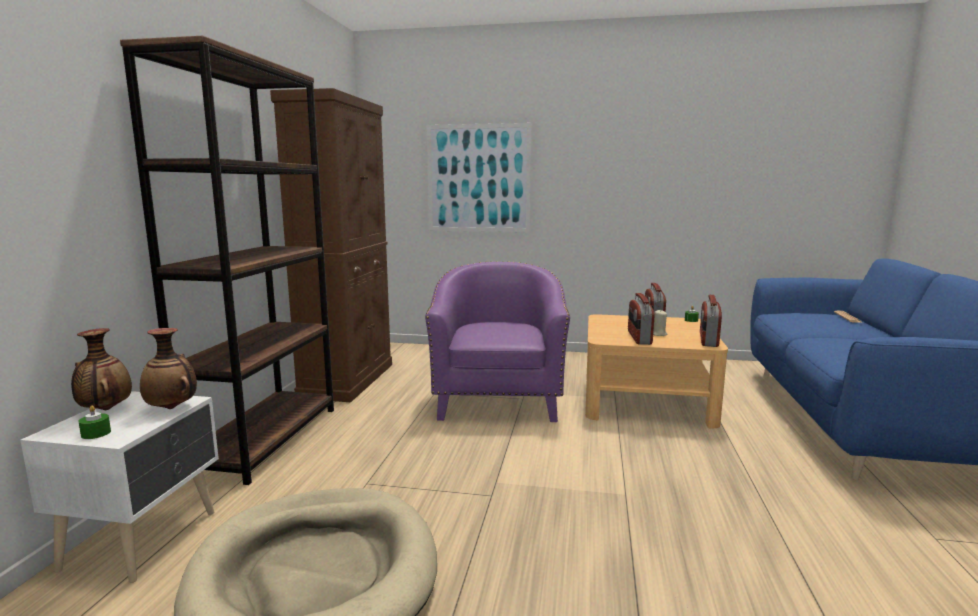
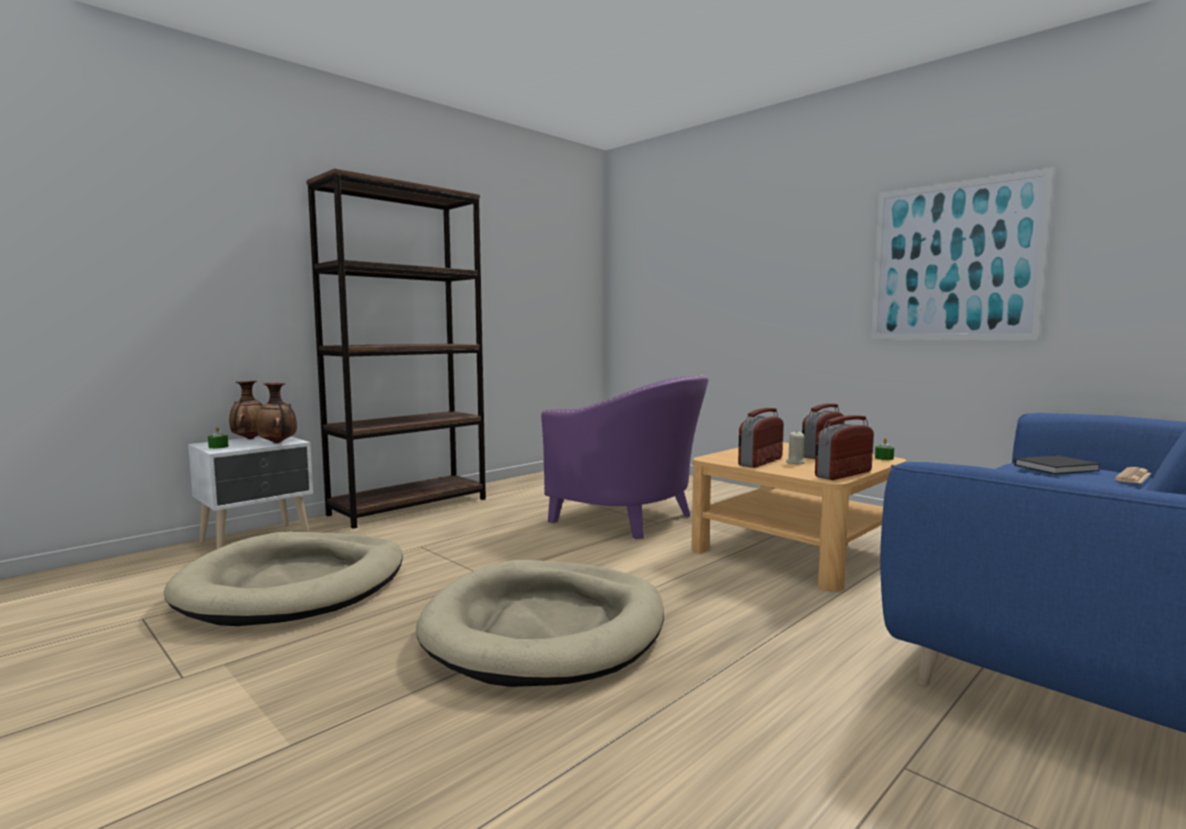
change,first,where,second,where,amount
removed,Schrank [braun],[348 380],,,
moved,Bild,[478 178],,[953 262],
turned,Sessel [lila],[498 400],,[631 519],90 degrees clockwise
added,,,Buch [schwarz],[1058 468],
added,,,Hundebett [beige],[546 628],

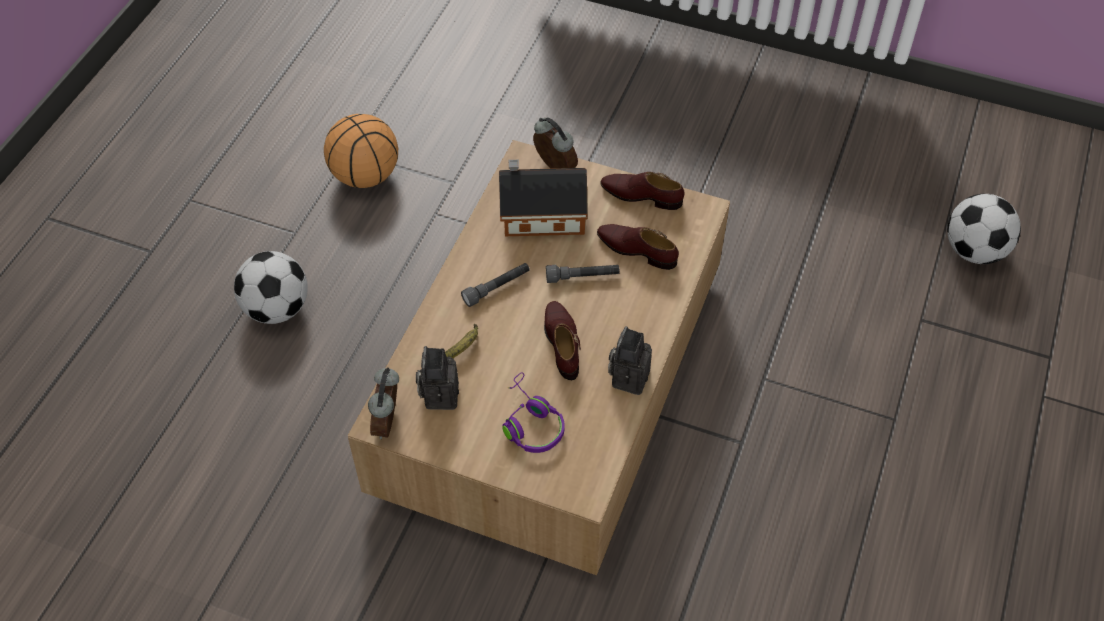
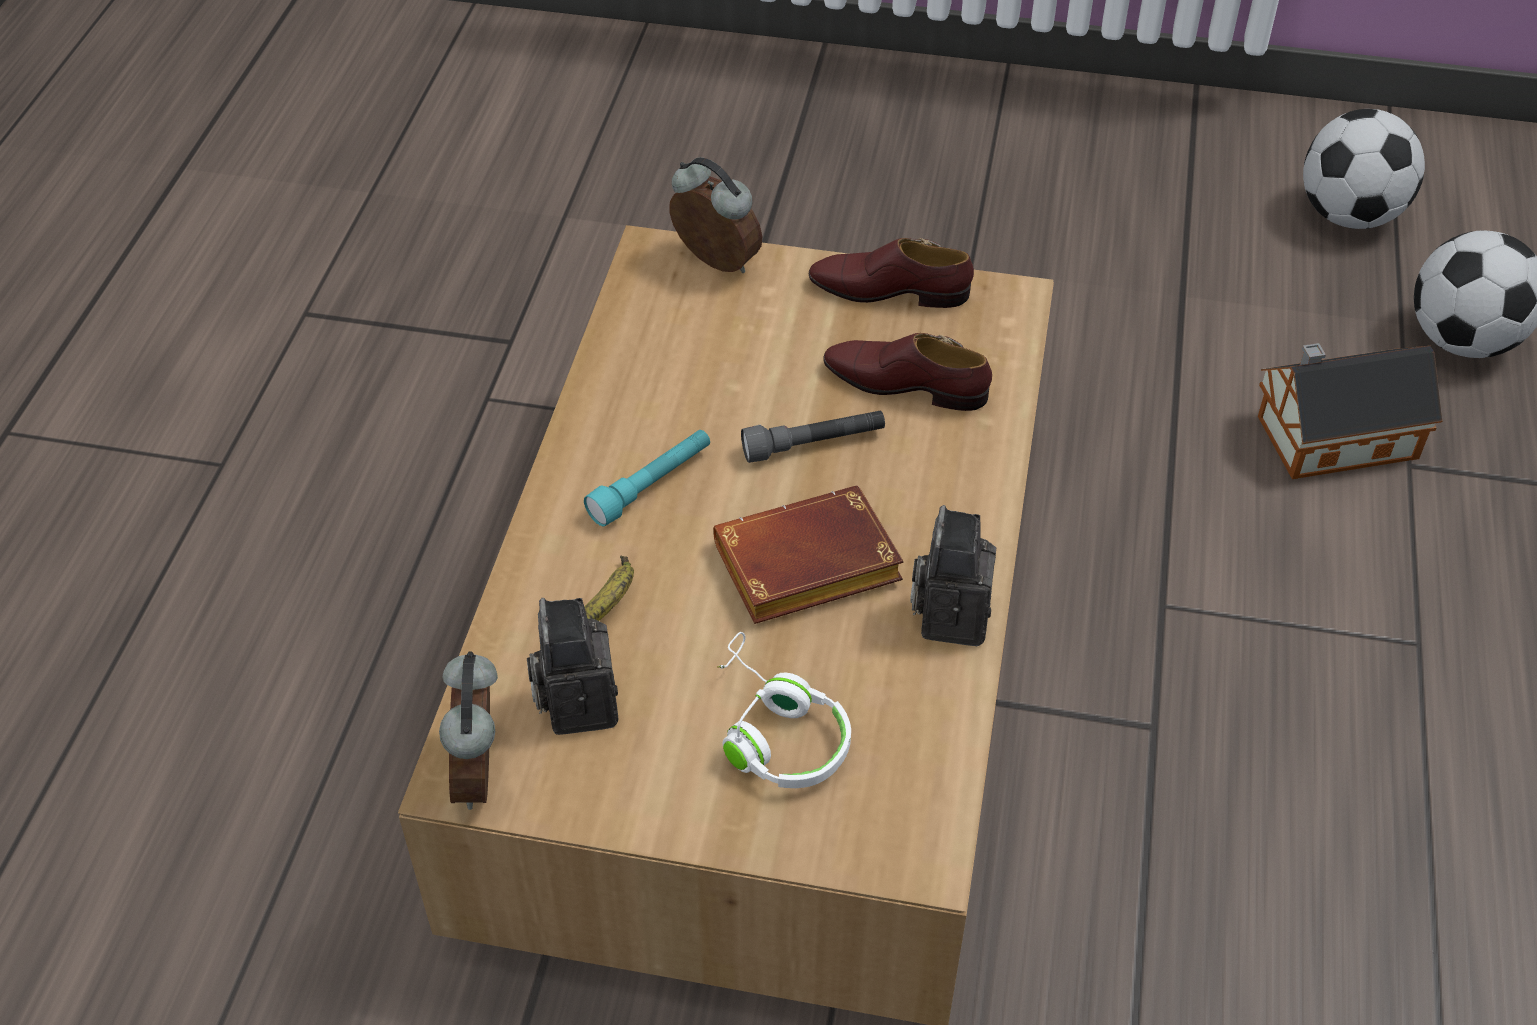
change,first,where,second,where,amount
removed,Basketball,[365 175],,,
moved,Spielzeughaus,[539 214],,[1330 437],
moved,Fußball,[277 310],,[1349 216],
recoloured,Taschenlampe [grau],[497 288],Taschenlampe [türkis],[651 486],
replaced,Schuh [braun],[562 343],Buch [braun],[804 570],
recoloured,Kopfhörer [lila],[530 423],Kopfhörer [weiß],[775 731],

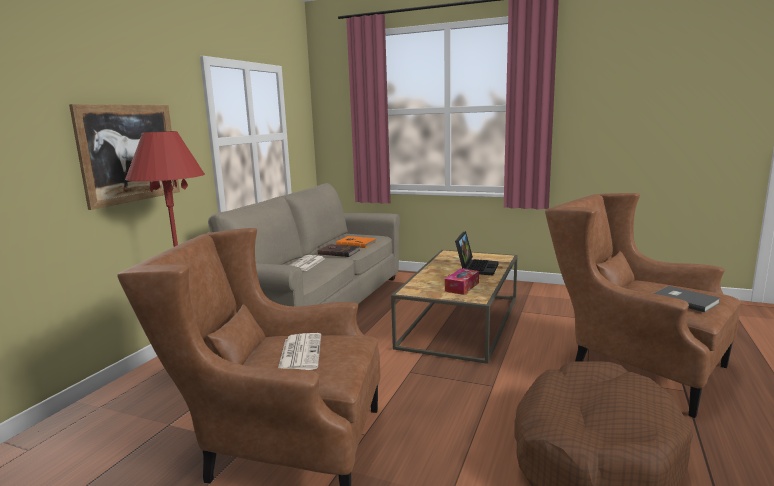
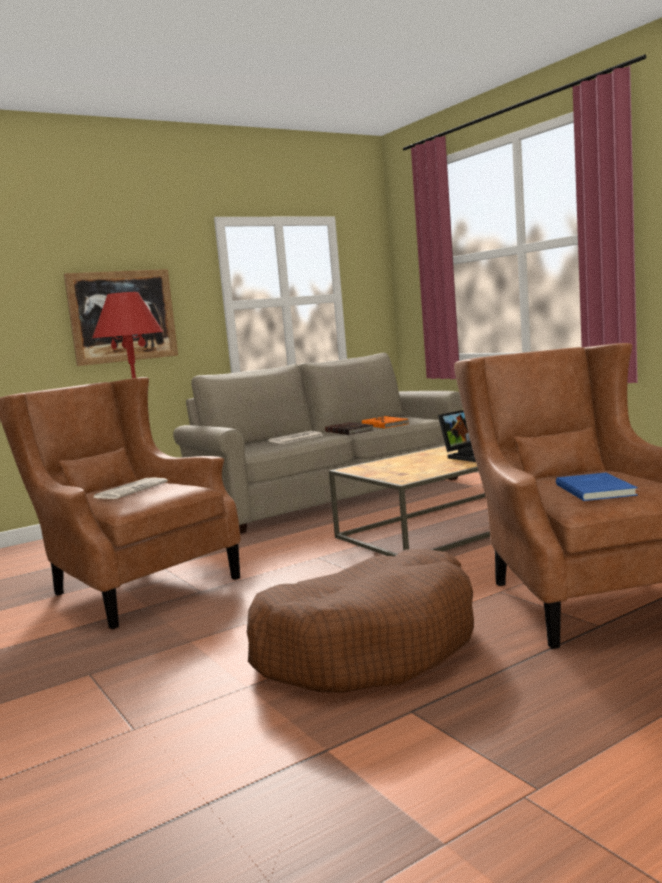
change,first,where,second,where,amount
removed,Taschentuchbox,[462 287],,,
recoloured,Buch [grau],[684 300],Buch [blau],[596 489],

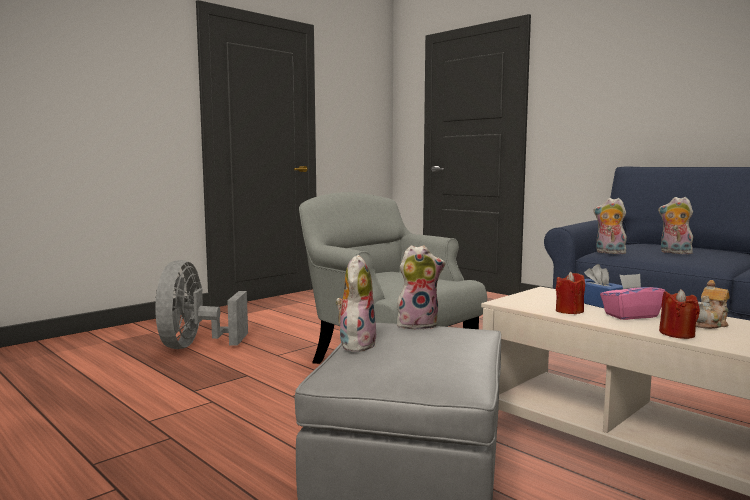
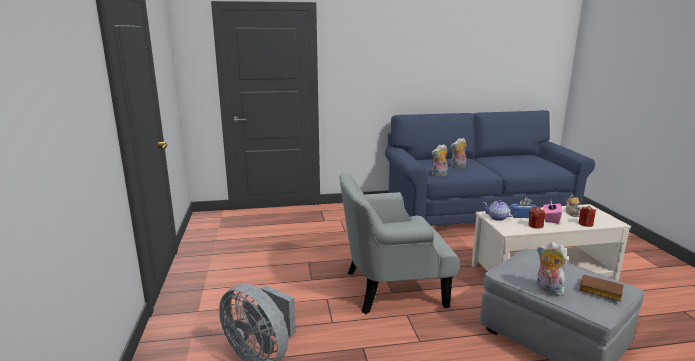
change,first,where,second,where,amount
removed,Plüschtier,[418 324],,,
added,,,Teekanne,[498 218],
added,,,Buch [braun],[598 291],

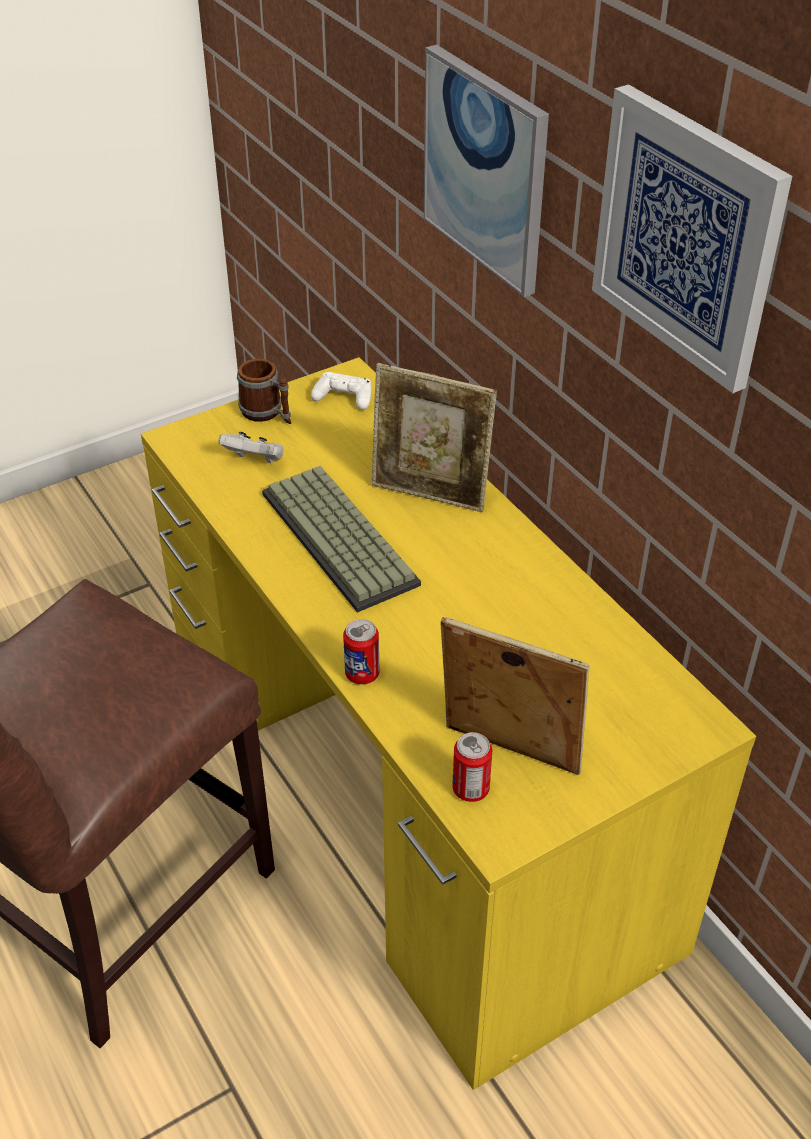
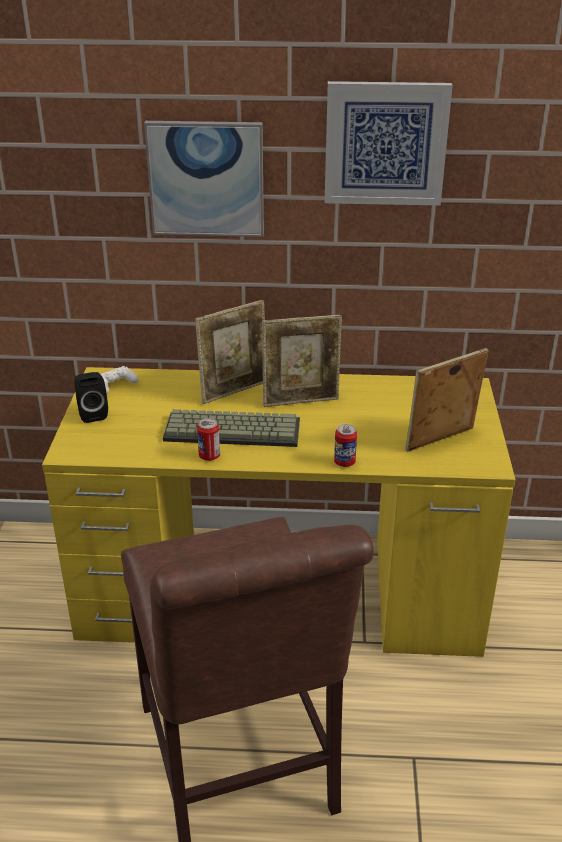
change,first,where,second,where,amount
replaced,Henkelbecher,[267 413],Lautsprecher [schwarz],[92 413],
removed,Gamepad [weiß],[255 461],,,
moved,Dose,[470 789],,[209 456],
added,,,Bilderrahmen,[301 401],

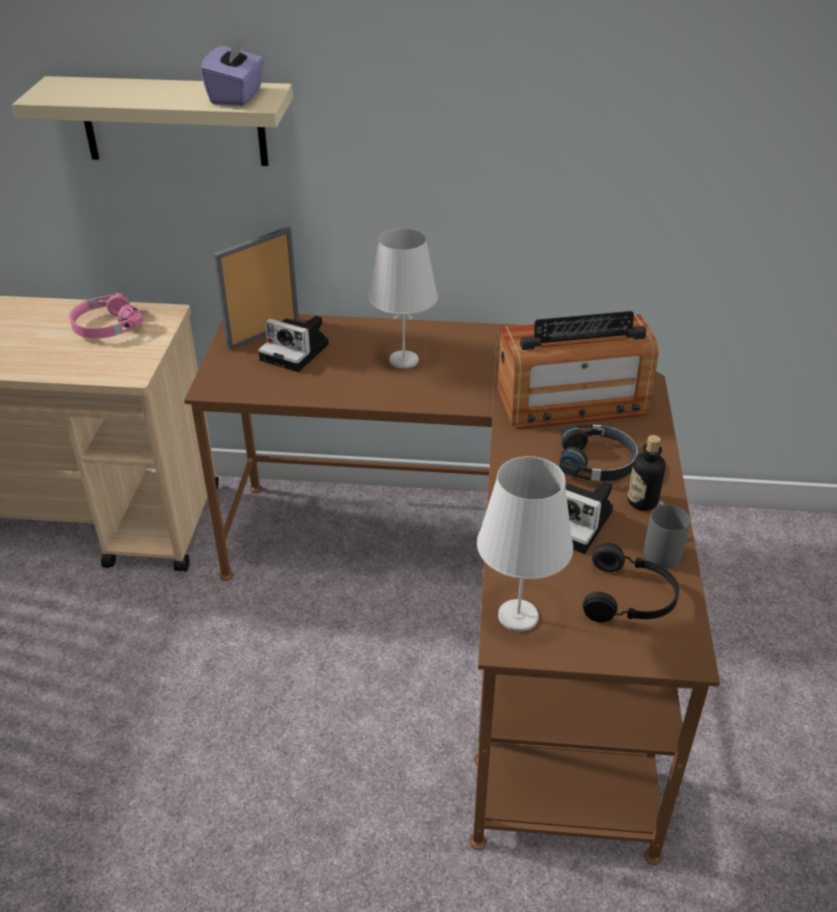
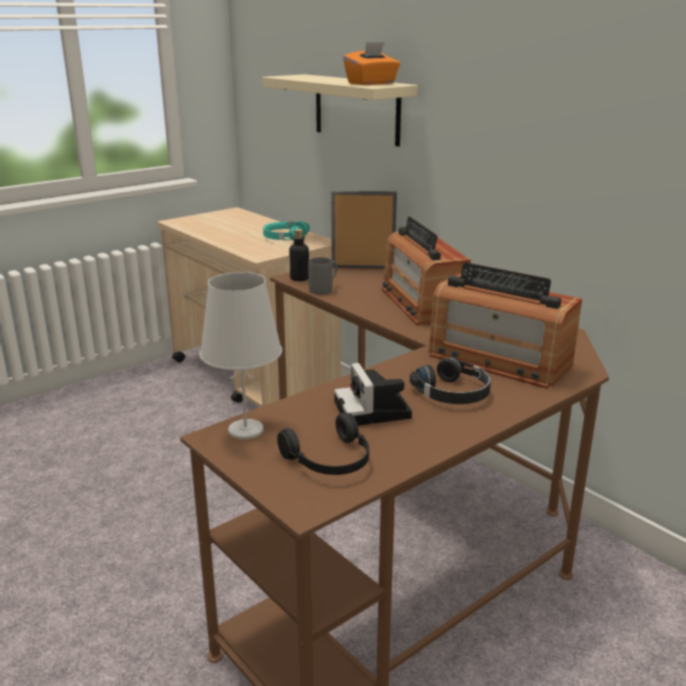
change,first,where,second,where,amount
recoloured,Taschentuchbox [lila],[237 96],Taschentuchbox [orange],[371 83],
replaced,Tischlampe [weiß],[404 360],Radio,[421 303],
recoloured,Kopfhörer [rosa],[105 326],Kopfhörer [türkis],[285 238],
removed,Kamera,[297 352],,,
moved,Flasche,[642 501],,[299 278],
moved,Henkelbecher [grau],[660 548],,[324 289],

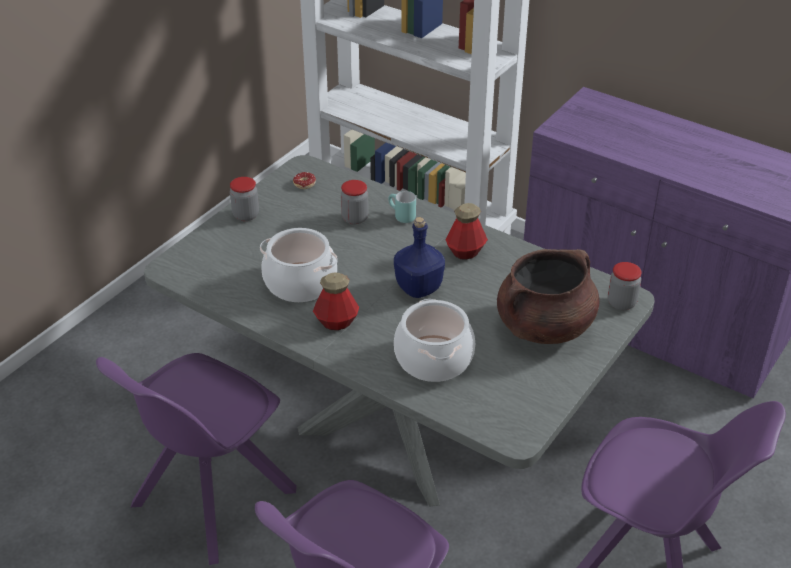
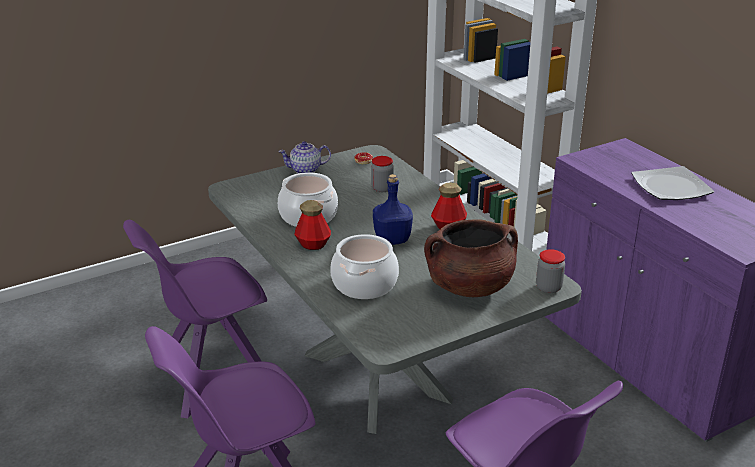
change,first,where,second,where,amount
replaced,Vorratsglas,[246 215],Teekanne,[306 170],
removed,Henkelbecher [türkis],[400 217],,,
added,,,Teller,[671 186],

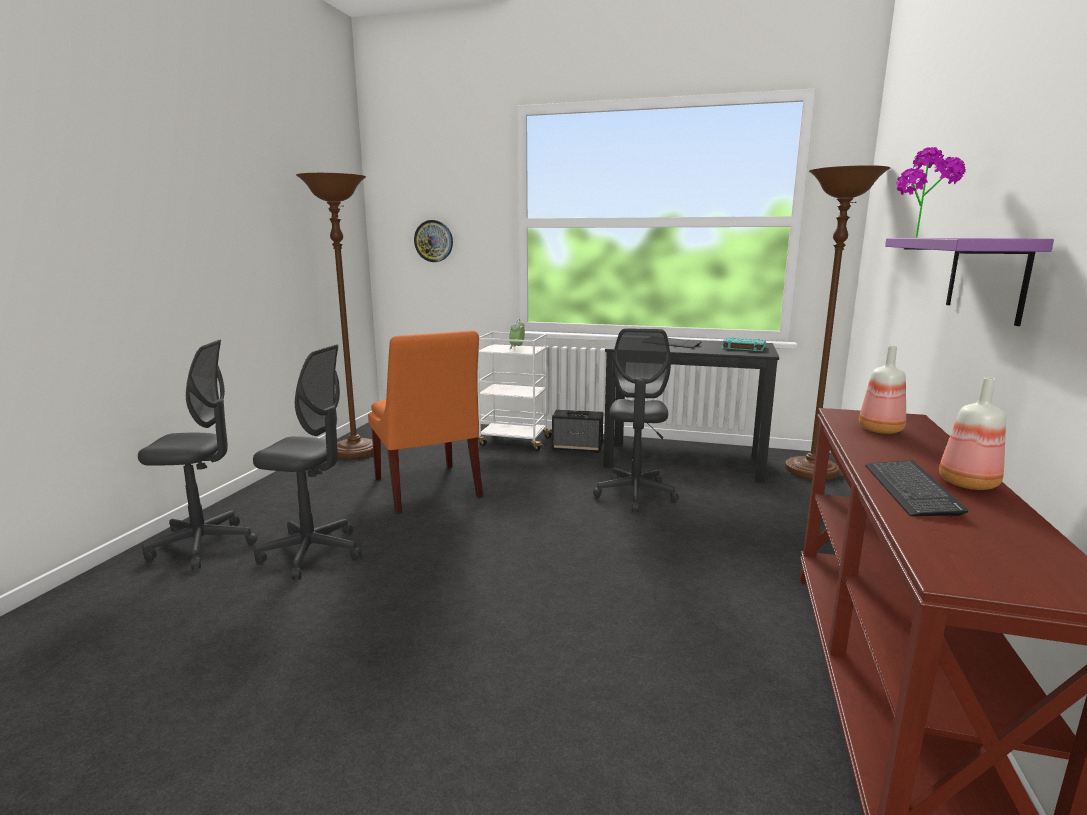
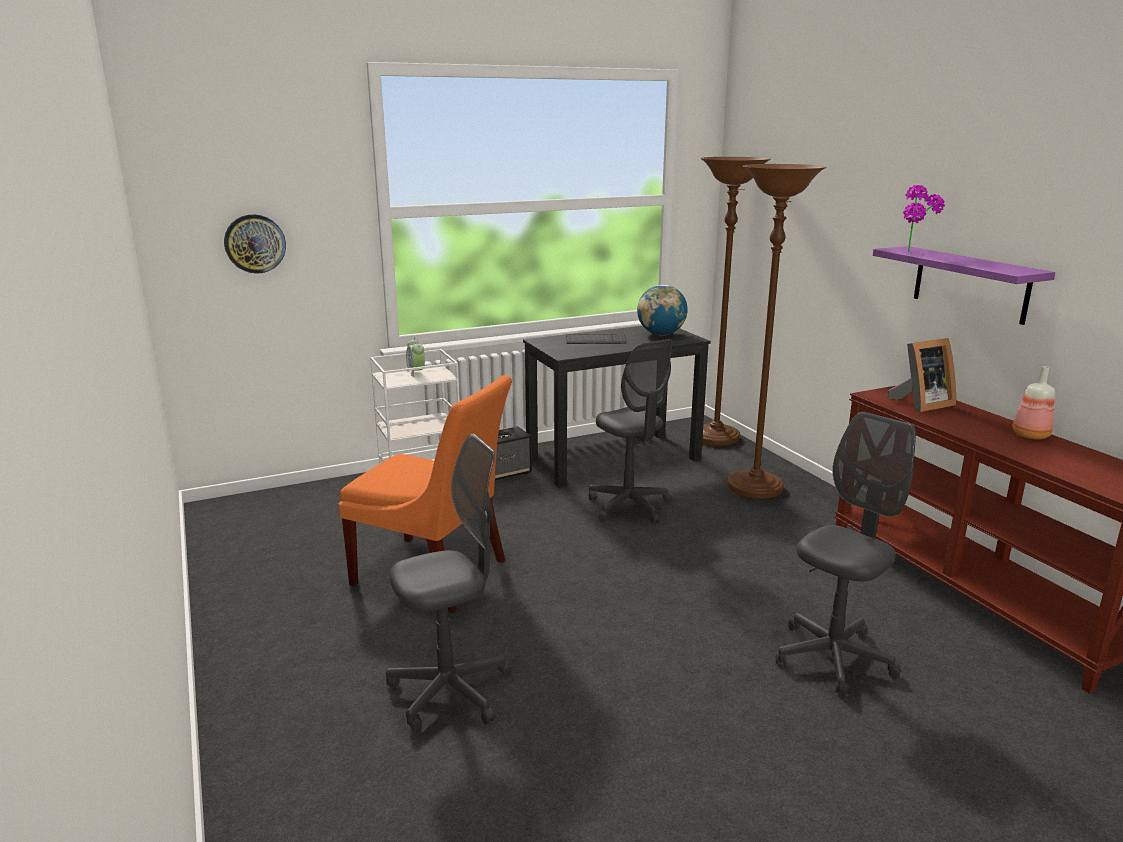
change,first,where,second,where,amount
moved,Stehlampe [braun],[355 451],,[755 488],
replaced,Buch [türkis],[742 347],Globus,[661 334],
moved,Bürostuhl [grau],[204 545],,[833 658],
replaced,Flasche,[881 430],Bilderrahmen,[920 404],
removed,Tastatur,[910 490],,,

